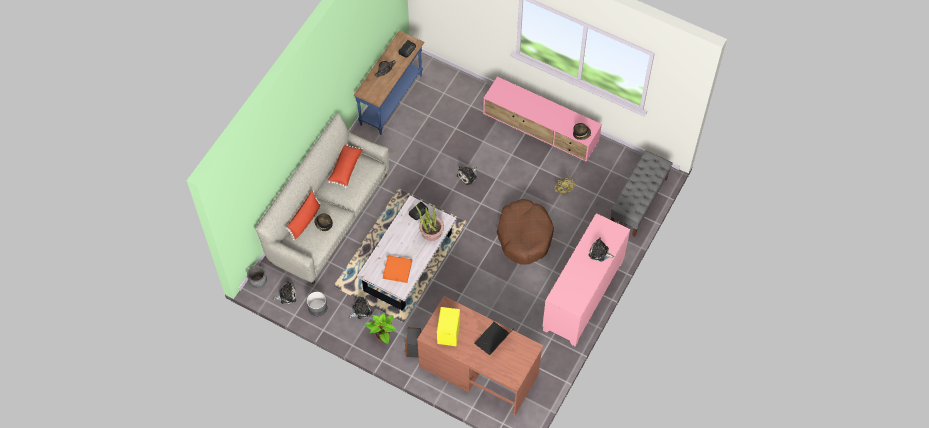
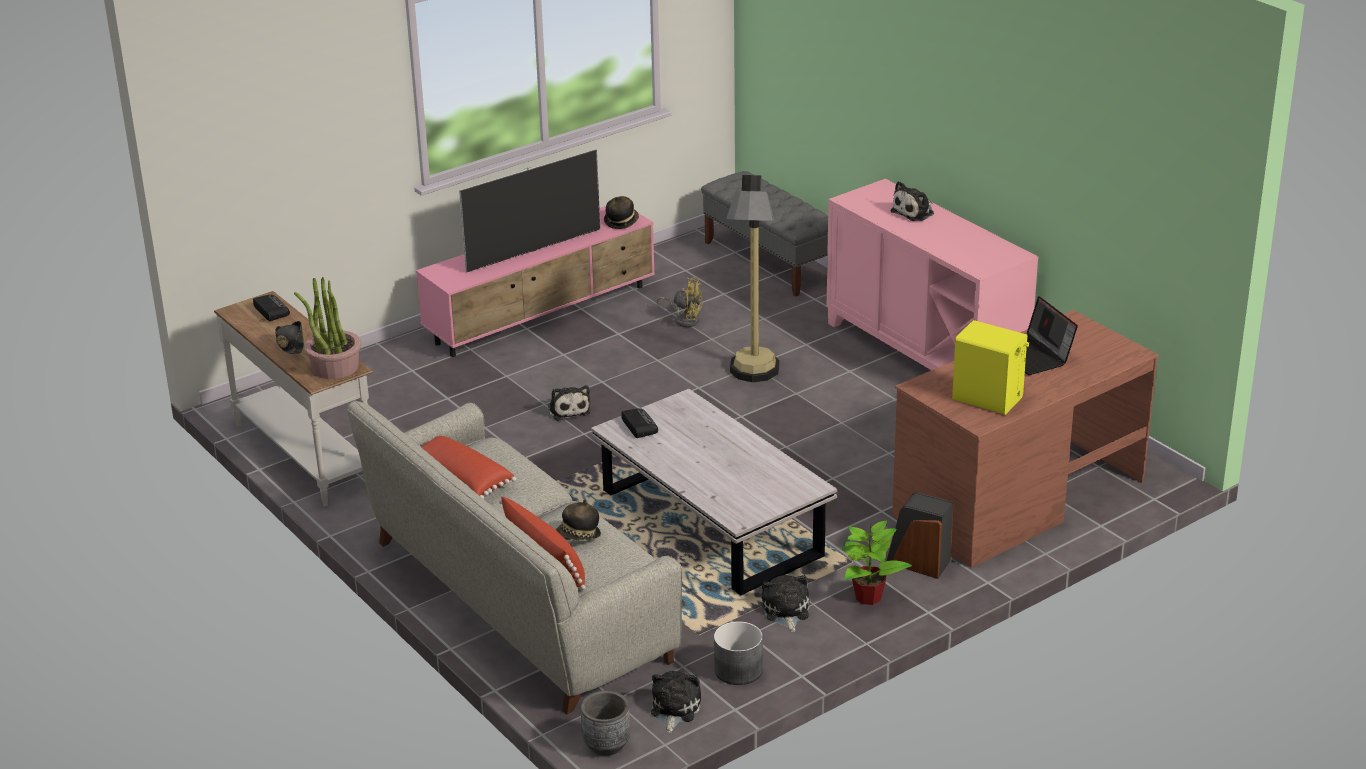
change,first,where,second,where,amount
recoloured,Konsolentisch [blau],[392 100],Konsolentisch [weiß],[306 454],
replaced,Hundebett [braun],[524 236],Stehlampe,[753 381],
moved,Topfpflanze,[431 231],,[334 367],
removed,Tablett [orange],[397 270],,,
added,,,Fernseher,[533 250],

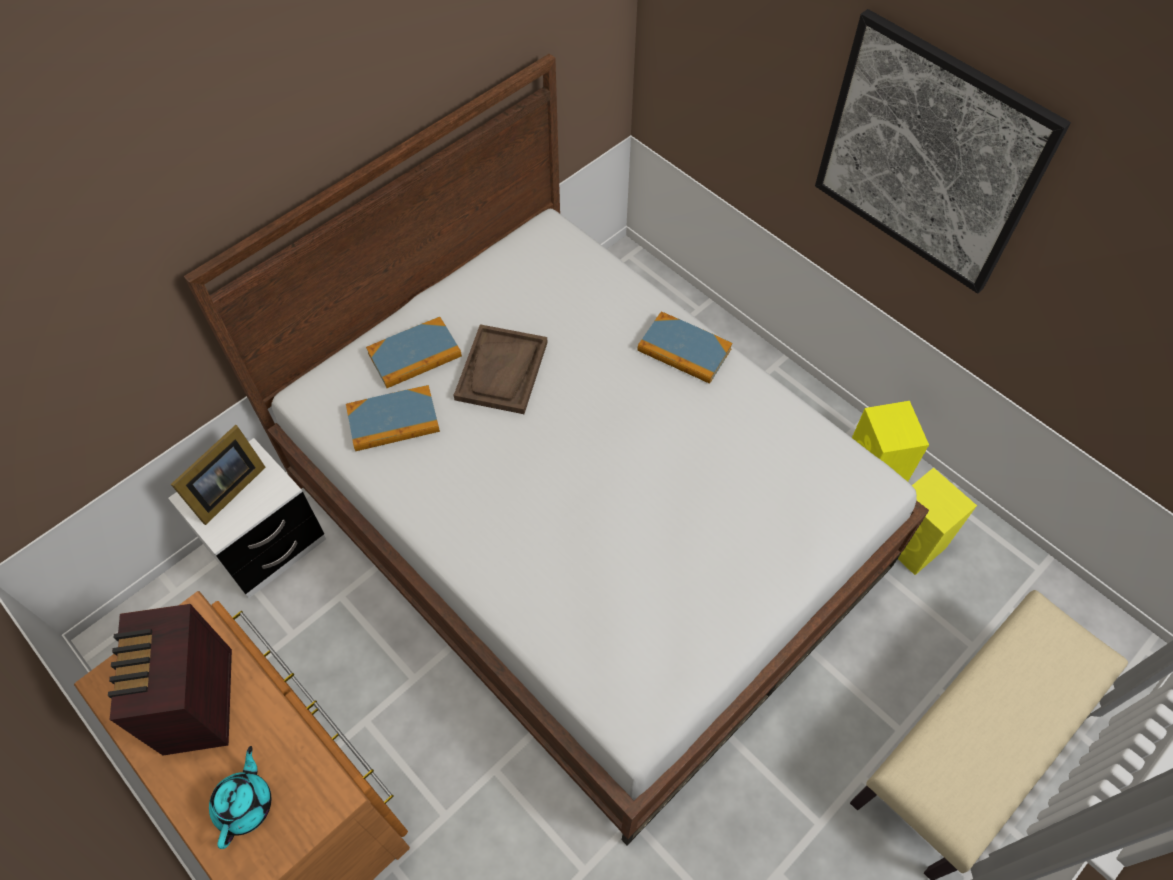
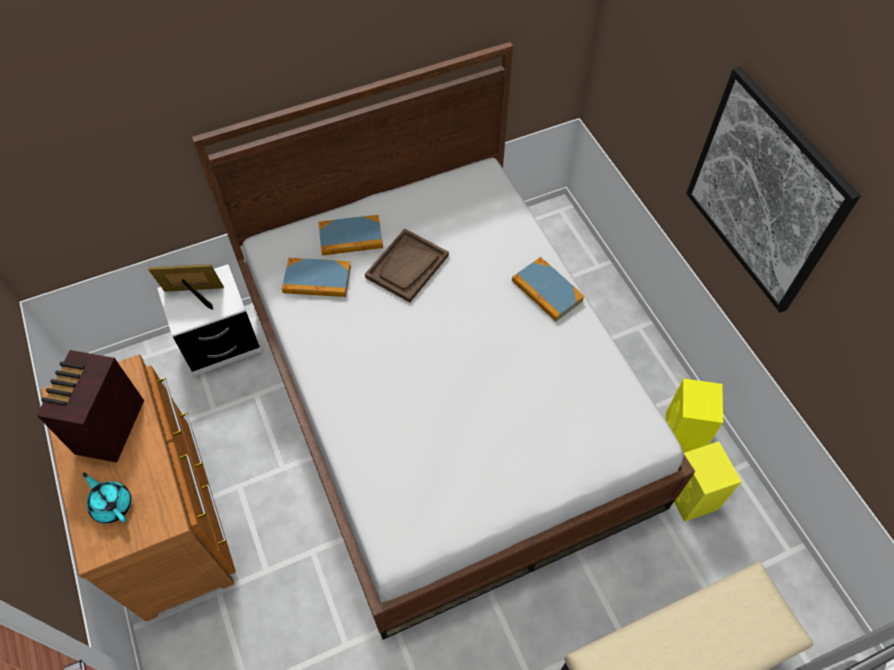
change,first,where,second,where,amount
turned,Bilderrahmen,[225 491],,[195 295],150 degrees counterclockwise
turned,Teekanne [türkis],[245 804],,[112 504],75 degrees counterclockwise

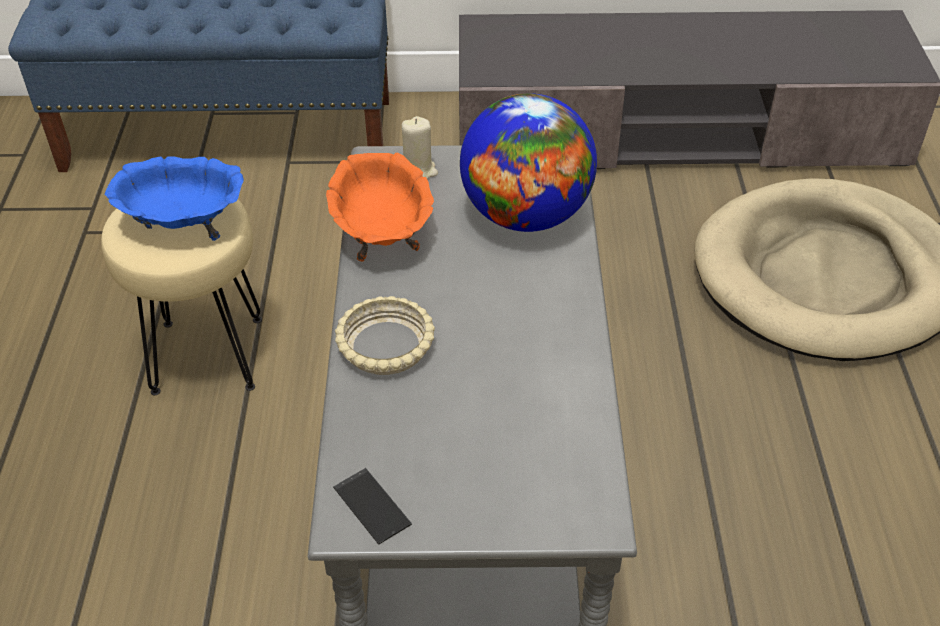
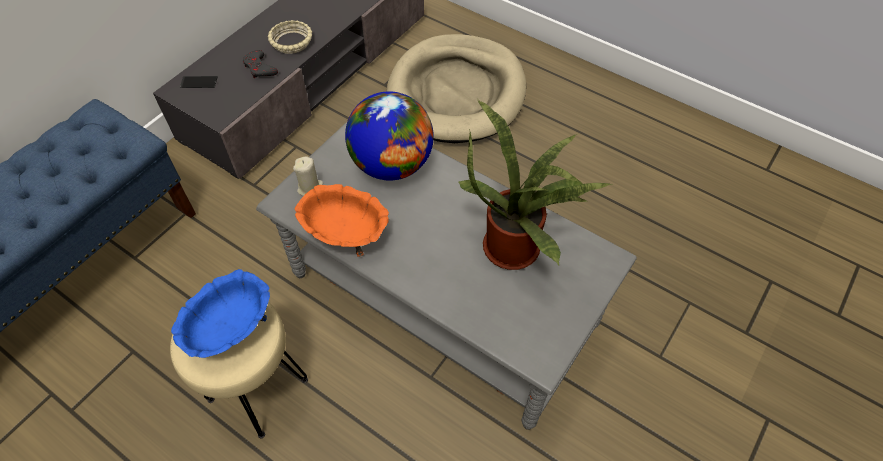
change,first,where,second,where,amount
moved,Schüssel [beige],[385 345],,[291 42],
moved,Handy,[372 506],,[199 82],
added,,,Gamepad [grau],[260 68],
added,,,Topfpflanze,[516 246],

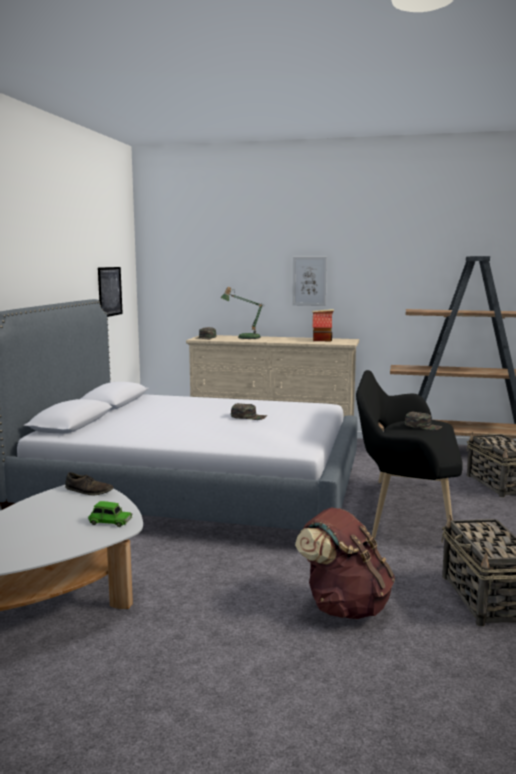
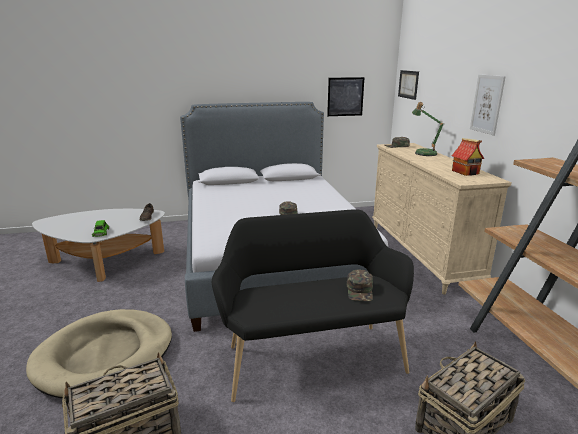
change,first,where,second,where,amount
replaced,Rucksack [braun],[344 607],Hundebett [beige],[105 355],
added,,,Bild,[408 84],

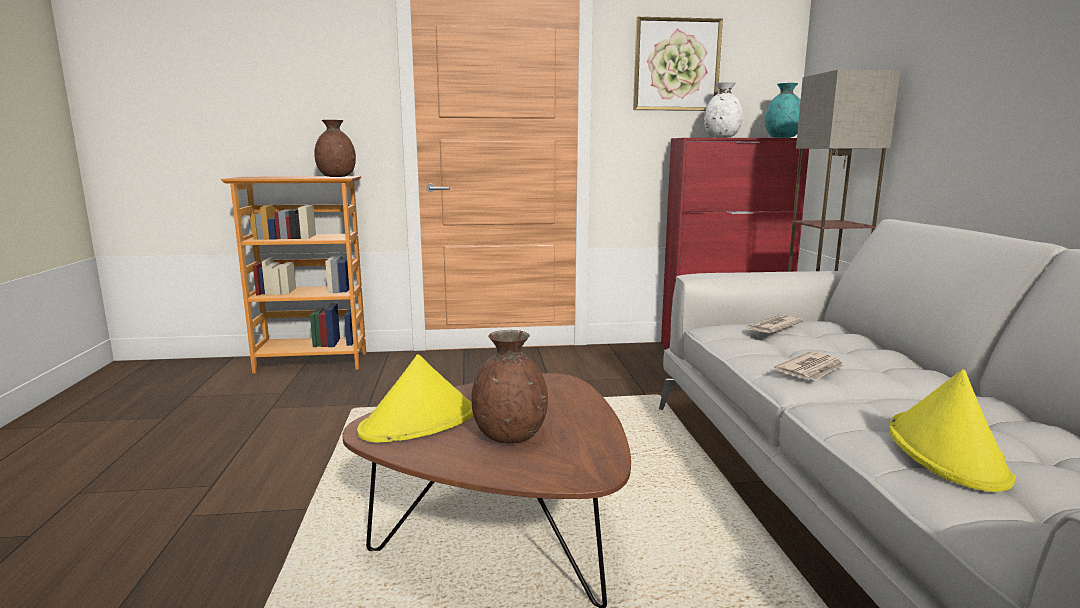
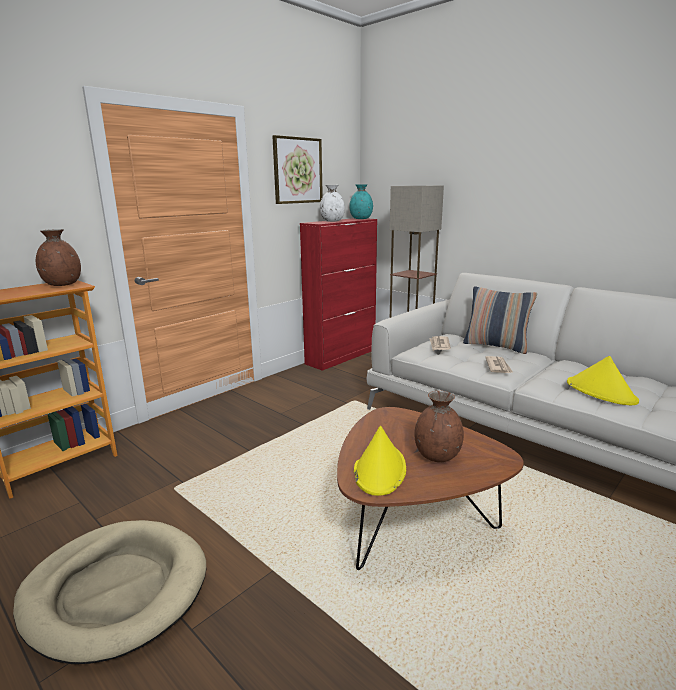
change,first,where,second,where,amount
added,,,Kissen,[496 346],
added,,,Hundebett [beige],[116 590],

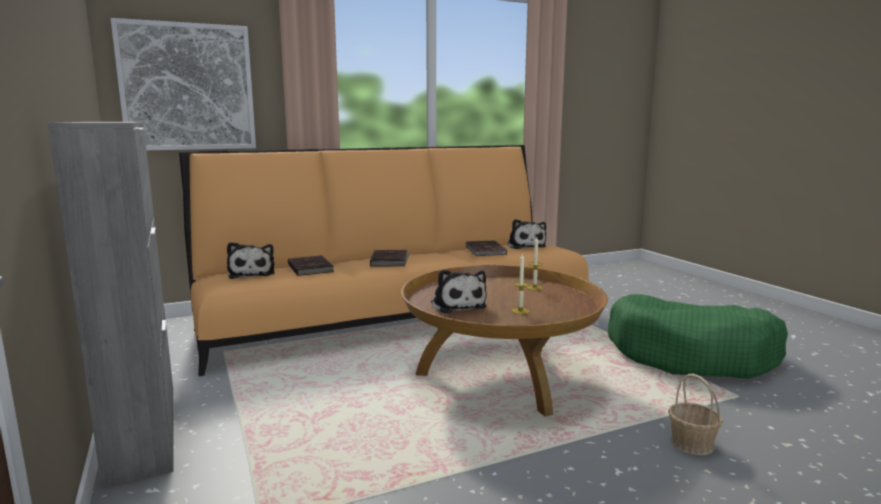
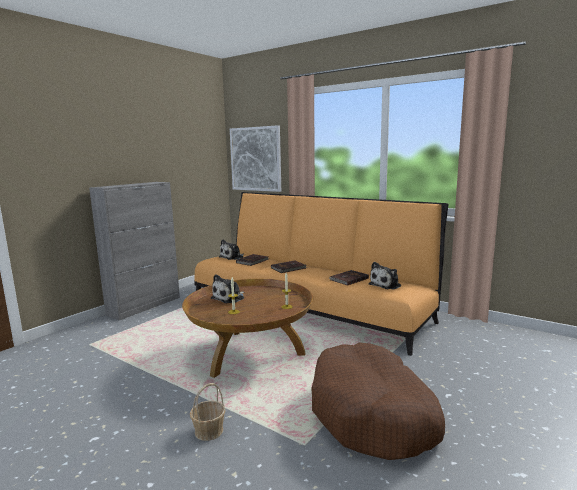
change,first,where,second,where,amount
recoloured,Hundebett [grün],[691 355],Hundebett [braun],[373 414],

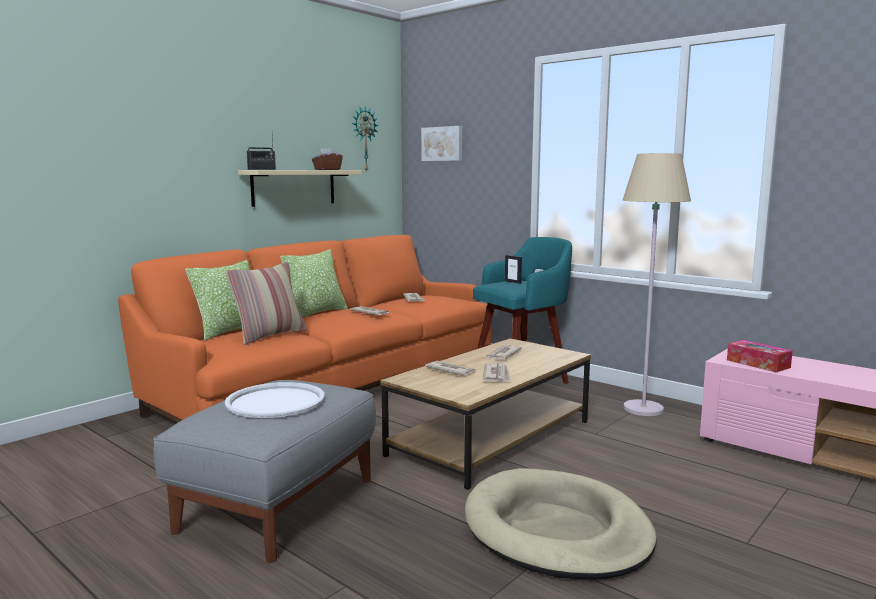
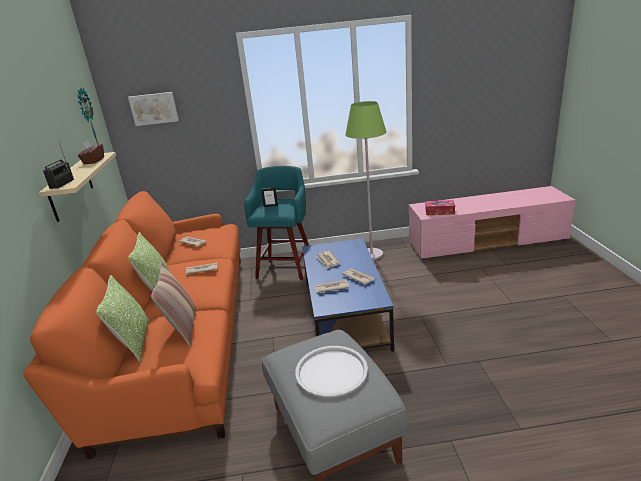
change,first,where,second,where,amount
recoloured,Stehlampe [beige],[643 409],Stehlampe [grün],[371 254],
recoloured,Couchtisch [braun],[490 437],Couchtisch [blau],[344 314],
removed,Hundebett [beige],[556 530],,,

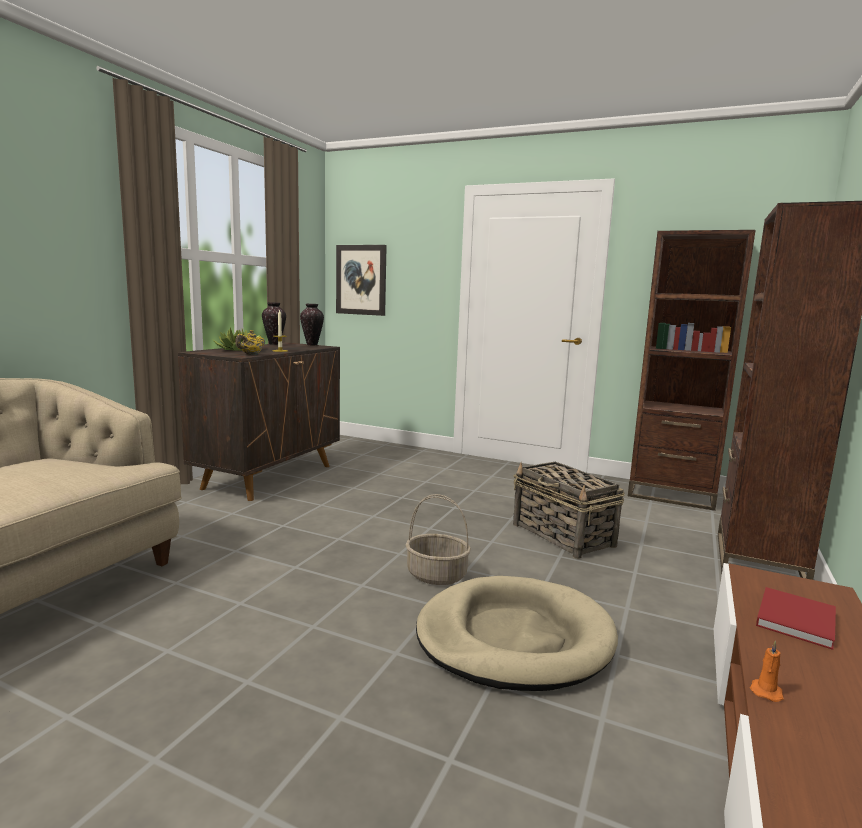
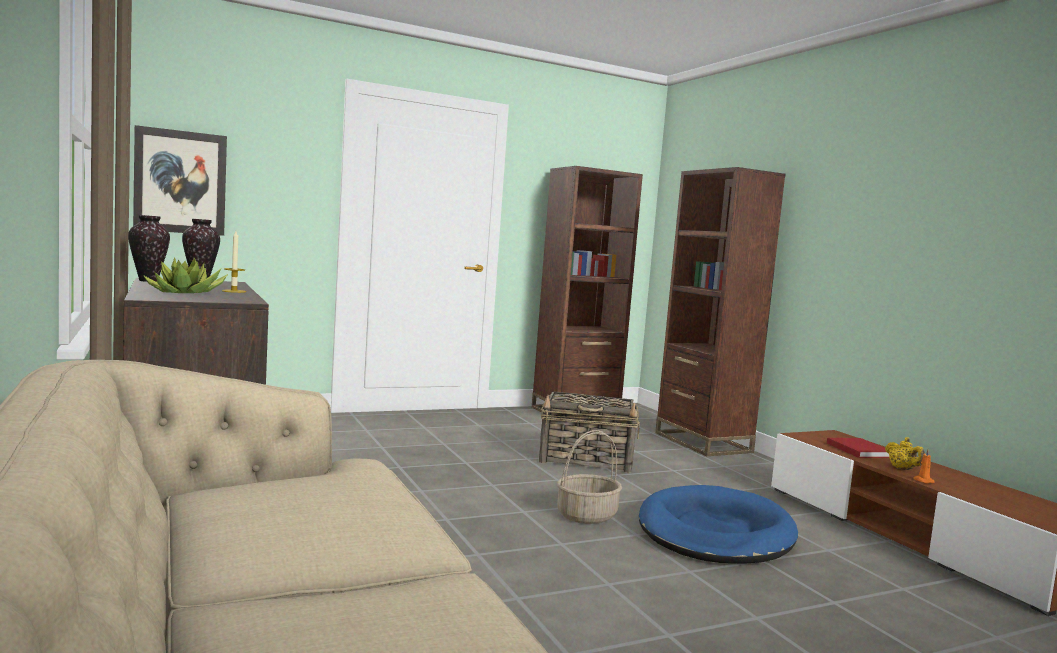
change,first,where,second,where,amount
moved,Teekanne [gelb],[251 355],,[903 469],
recoloured,Hundebett [beige],[514 638],Hundebett [blau],[715 532],

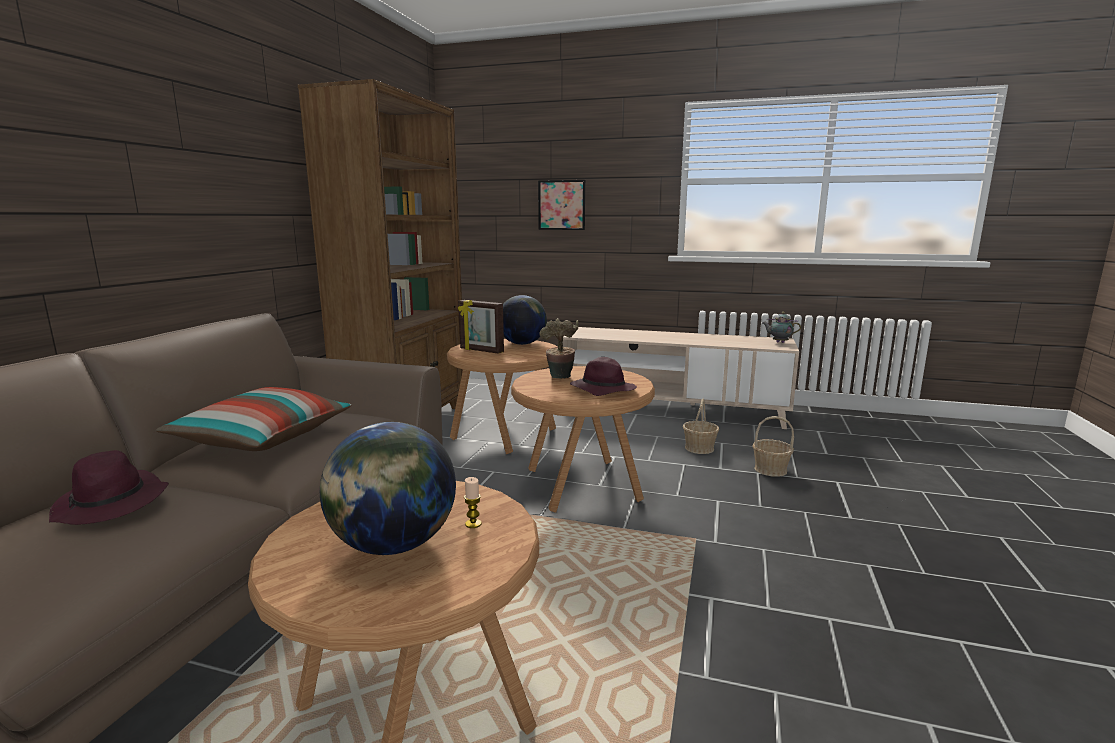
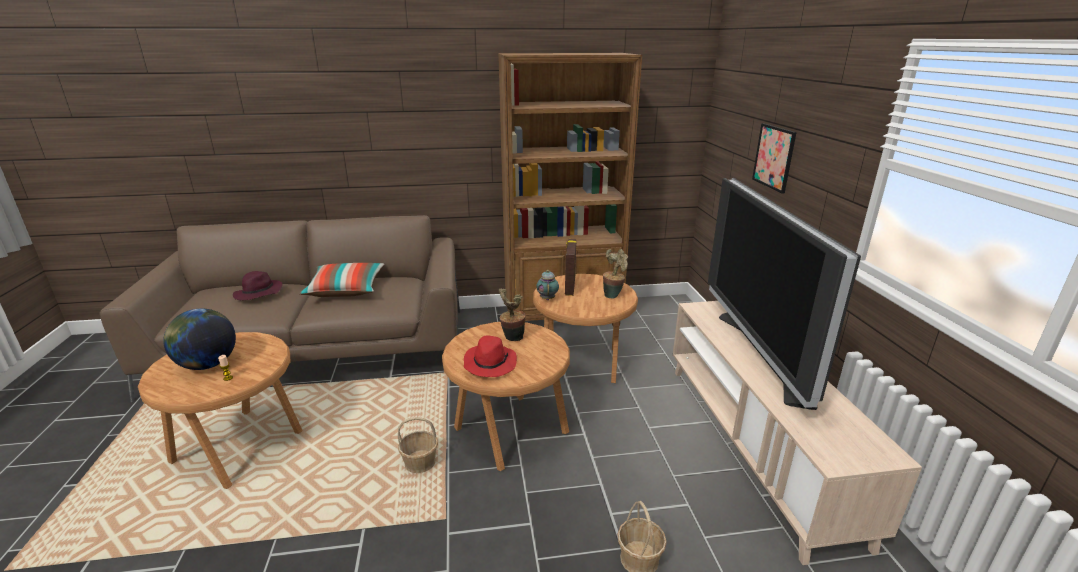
change,first,where,second,where,amount
replaced,Globus,[522 344],Topfpflanze,[613 295],
moved,Teekanne,[779 342],,[547 298],
recoloured,Hut [lila],[602 390],Hut [rot],[489 363],
moved,Korb,[699 448],,[420 463],
added,,,Fernseher,[763 355],

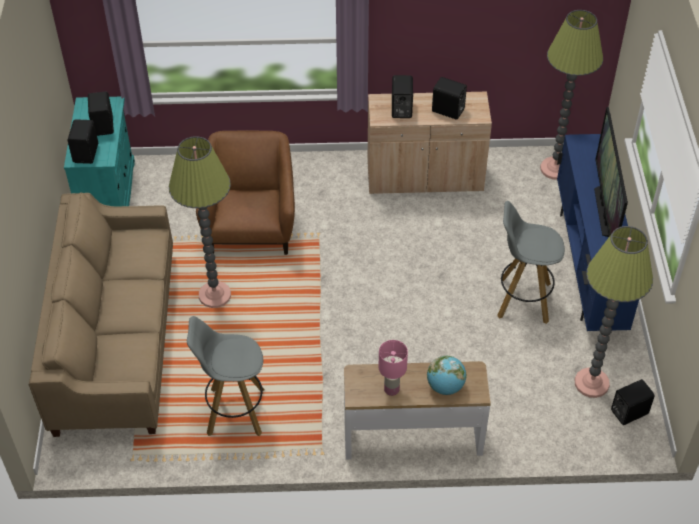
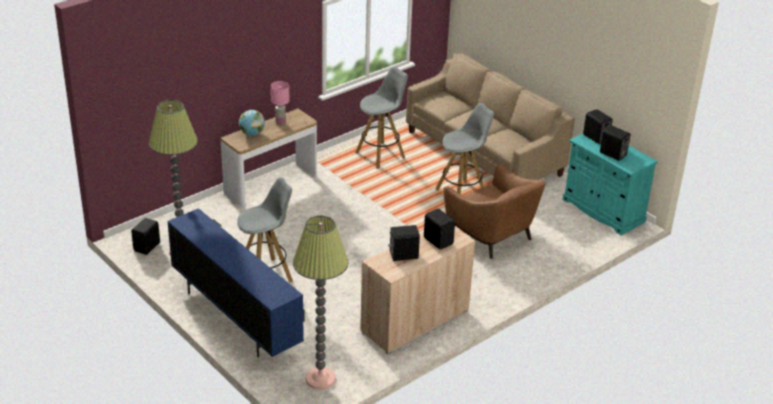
change,first,where,second,where,amount
removed,Fernseher,[605 211],,,
replaced,Stehlampe,[214 295],Hocker [grau],[462 193],

